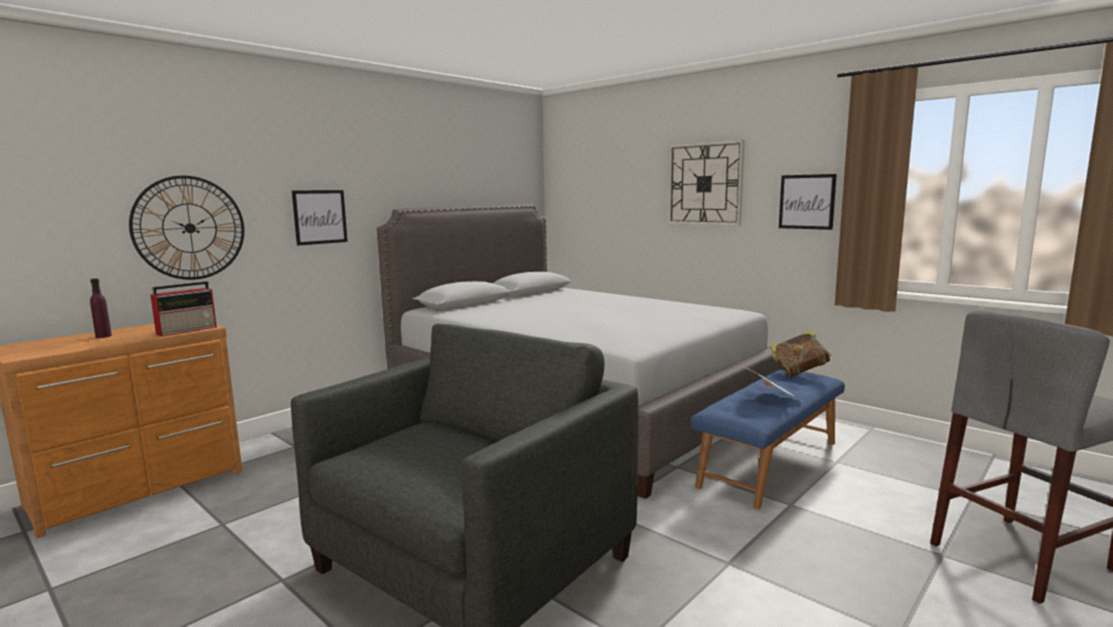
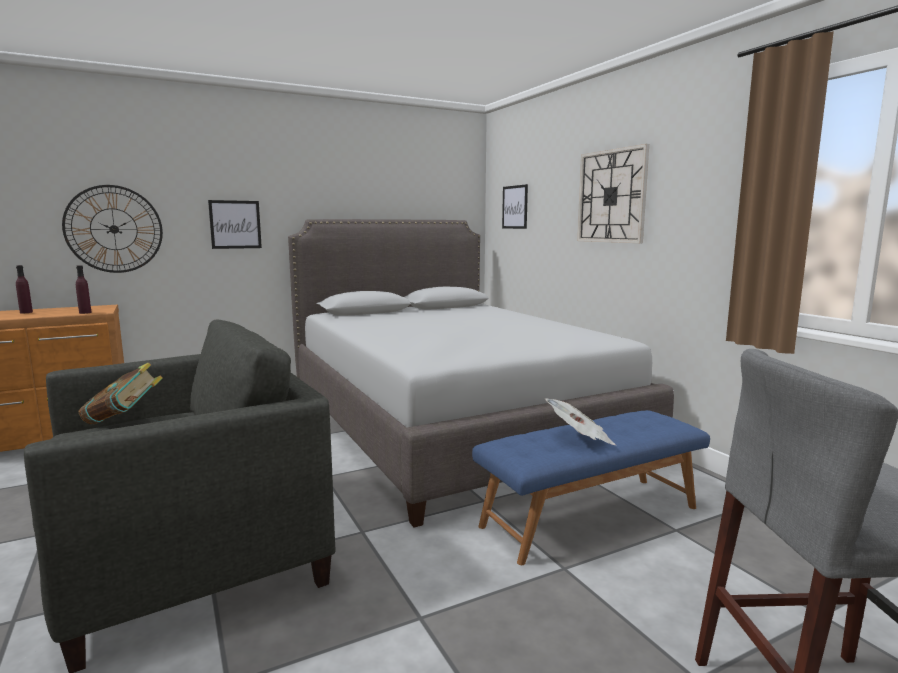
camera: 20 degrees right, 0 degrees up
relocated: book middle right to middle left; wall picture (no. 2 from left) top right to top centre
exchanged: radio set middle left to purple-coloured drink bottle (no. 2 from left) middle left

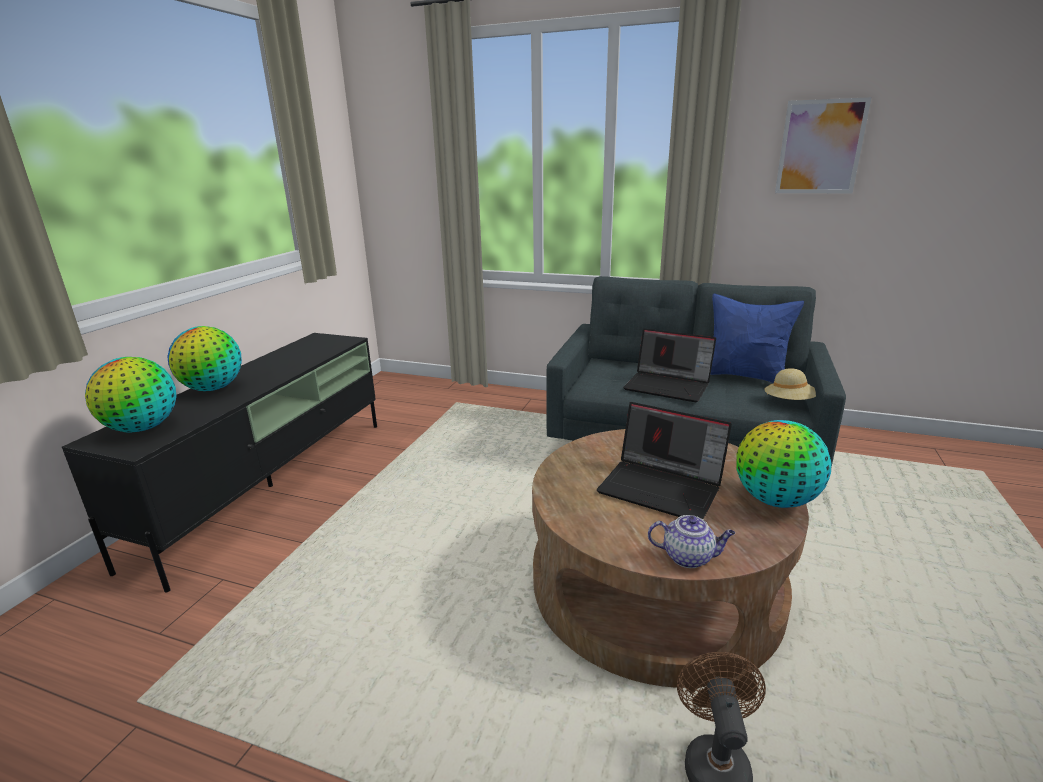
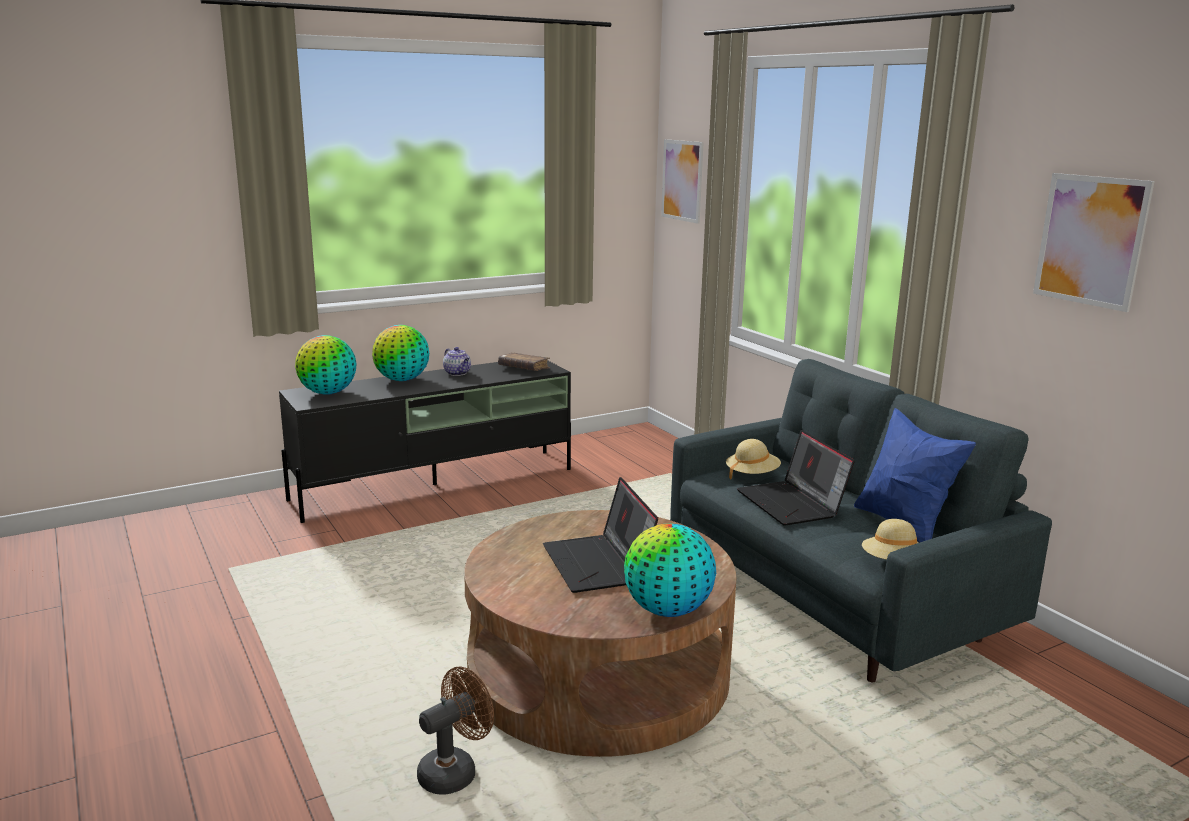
camera: 40 degrees right, 5 degrees down
appeared: brownish book centre; wall picture (no. 1 from left) top centre; beige hat (no. 1 from left) centre
relocated: teapot bottom centre to centre

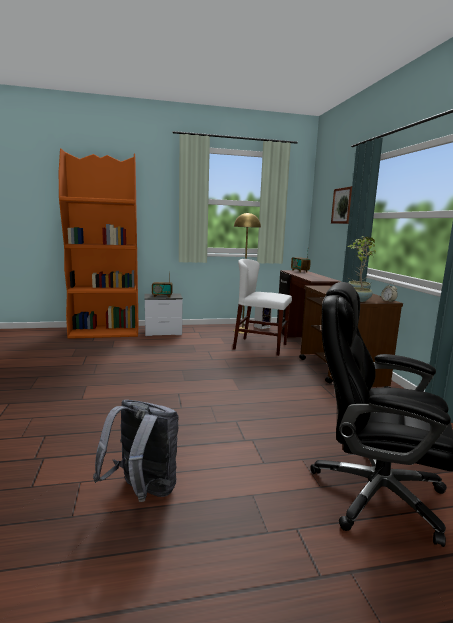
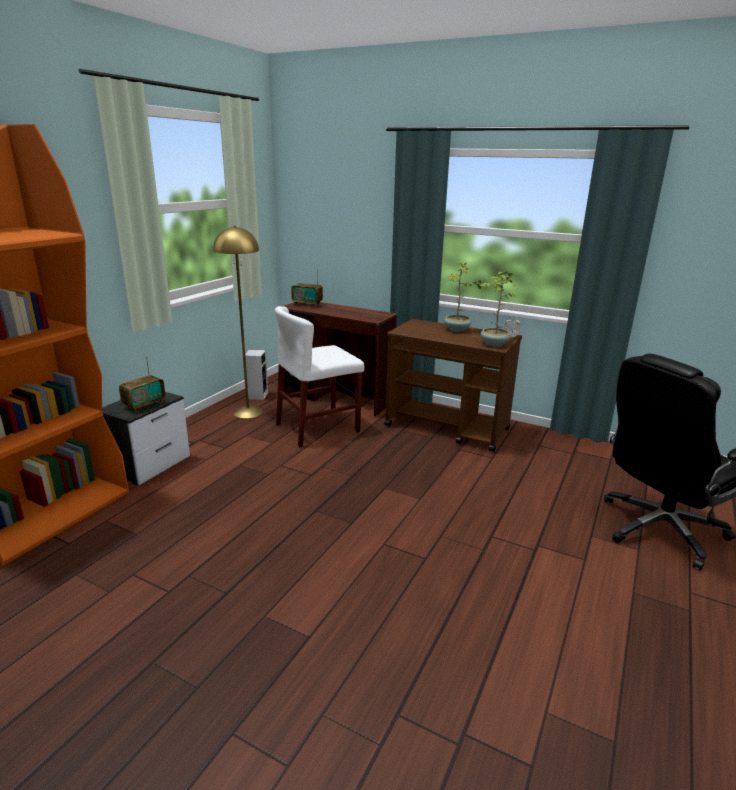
camera: 50 degrees left, 10 degrees up
missing: grey rucksack bottom left; wall picture top right

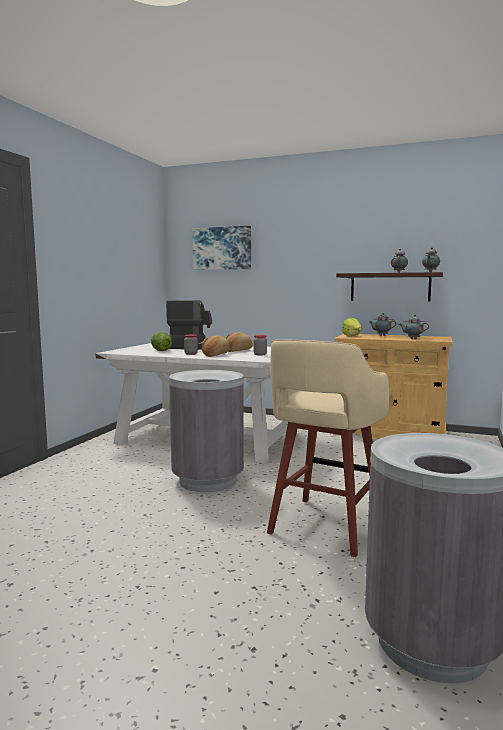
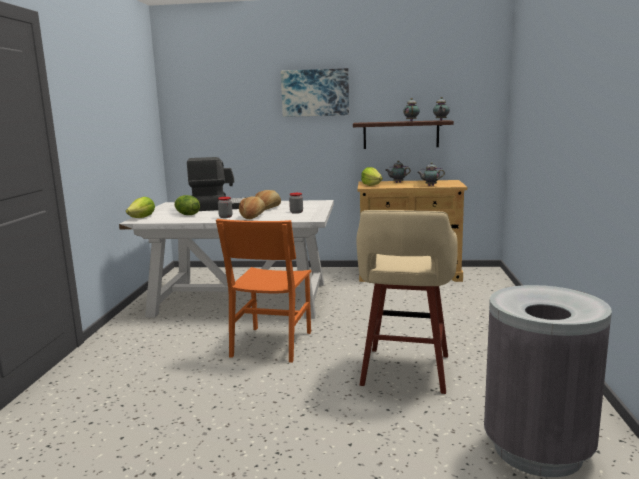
camera: 15 degrees left, 5 degrees up
appeared: lettuce (no. 1 from left) middle left
relocated: wall picture centre to top centre
exchanged: grey rubbish bin (no. 1 from left) centre to orange-coloured plain chair centre

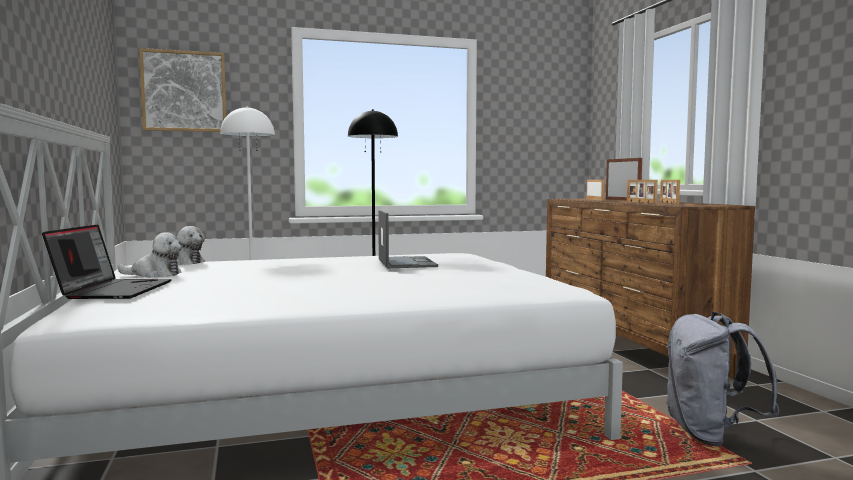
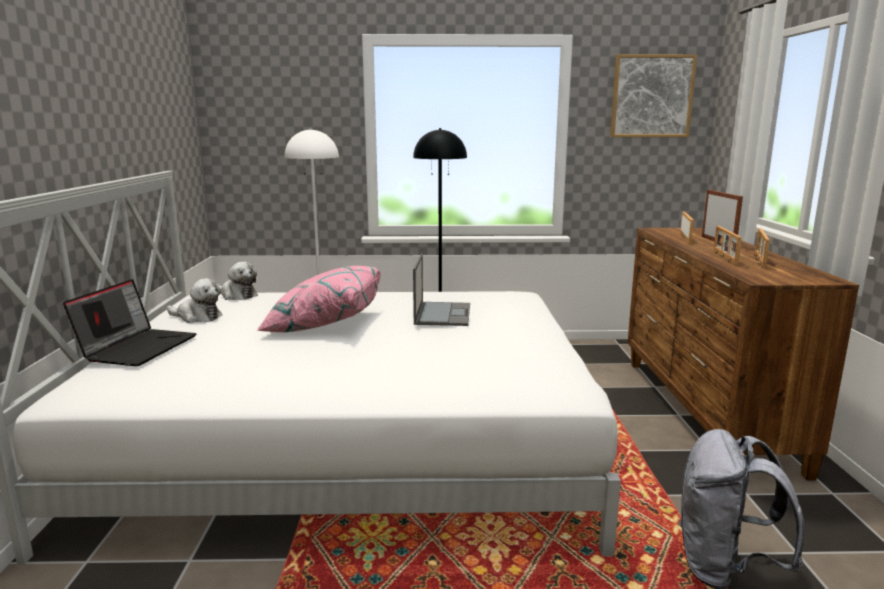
camera: 15 degrees right, 10 degrees up
appeared: pink cushion centre
relocated: wall picture top left to top right

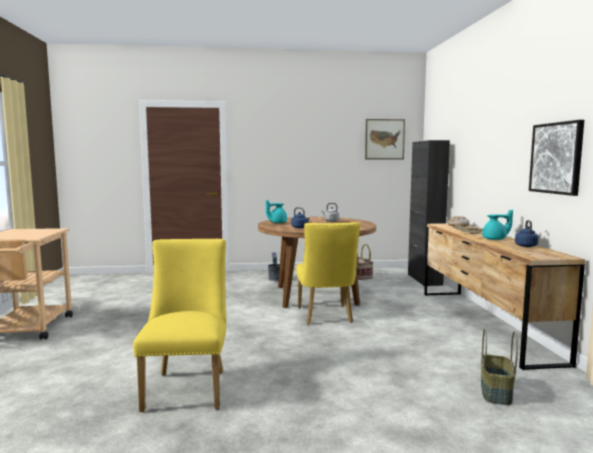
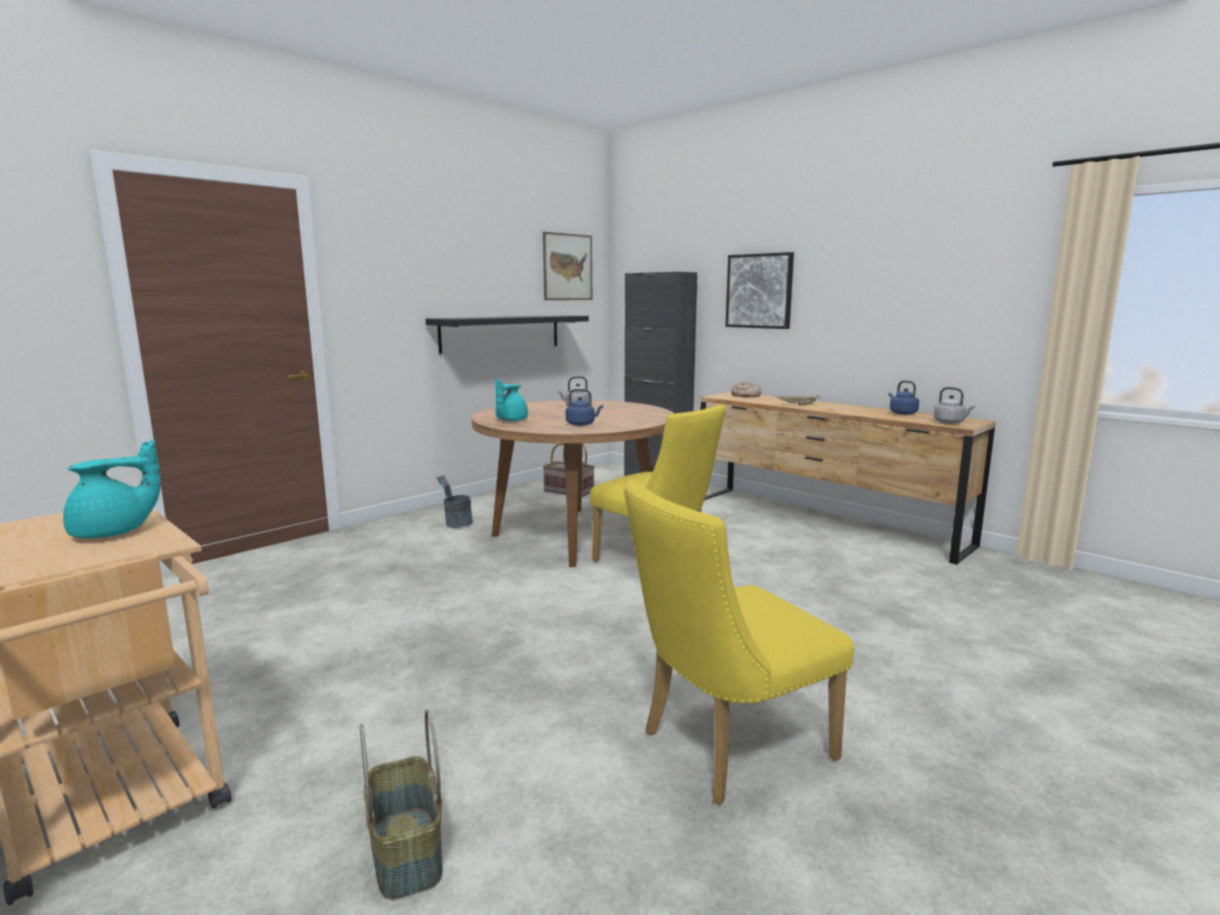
camera: 40 degrees left, 5 degrees up
appeared: blackish shelf centre; grey tea kettle (no. 2 from left) middle right
relocated: storage basket (no. 2 from left in the first image) bottom right to storage basket (no. 1 from left) bottom left; blue-green teapot (no. 2 from left in the first image) middle right to blue-green teapot (no. 1 from left) middle left; wall picture (no. 2 from left) middle right to top centre
spun: yellow-coloured plain chair (no. 1 from left in the first image) bottom left = bottom centre 75 degrees counterclockwise

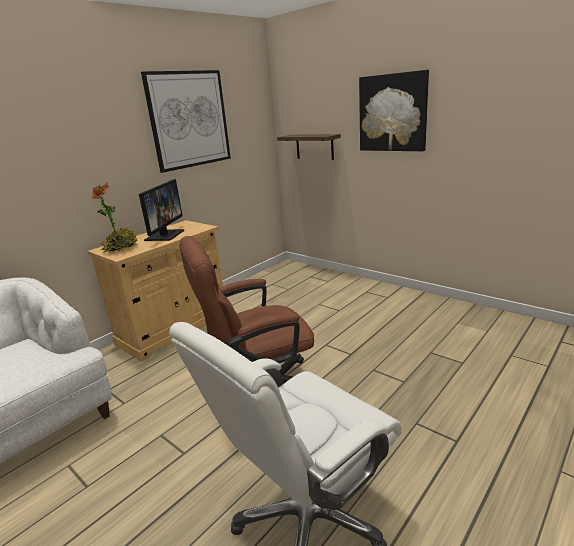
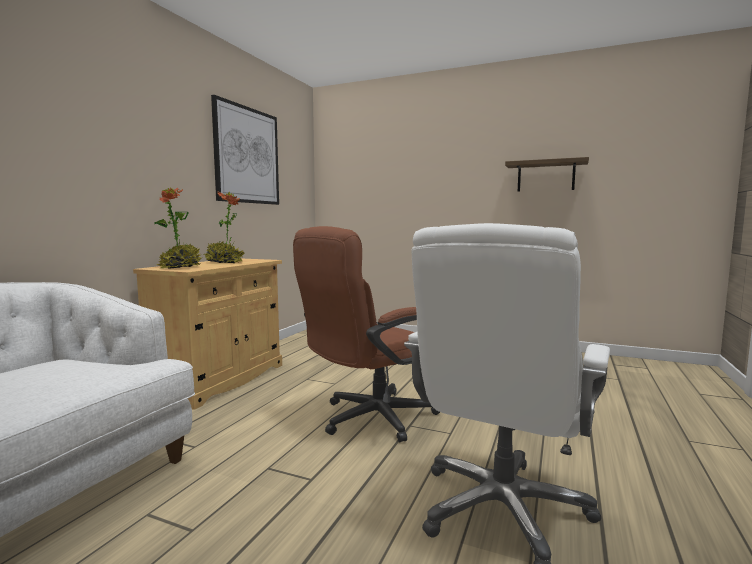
camera: 20 degrees left, 15 degrees down
missing: wall picture (no. 2 from left) top right
relocated: shelf top centre to top right
exchanged: computer display middle left to houseplant (no. 2 from left) middle left

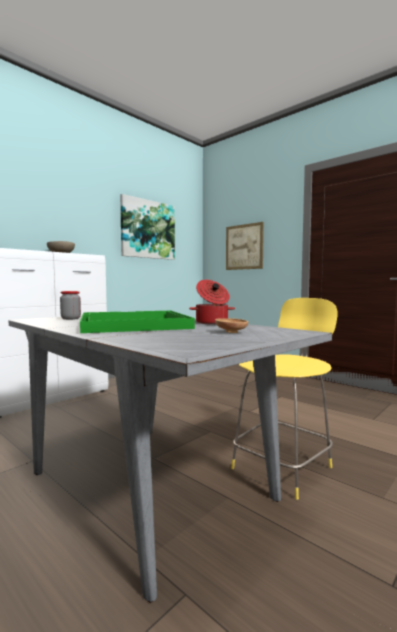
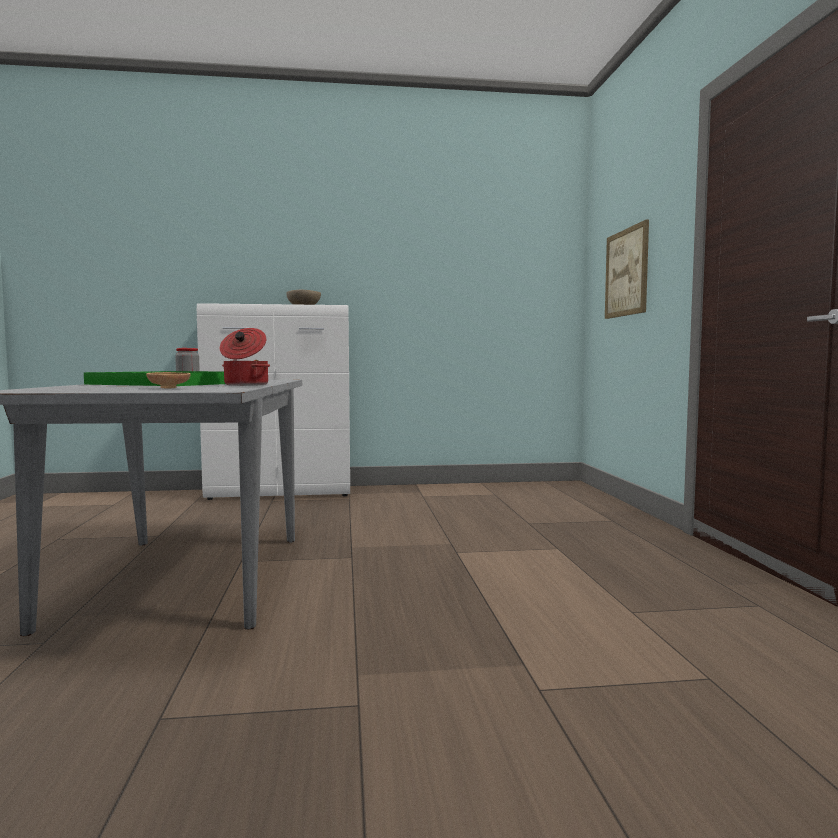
camera: 40 degrees right, 0 degrees up
missing: wall picture (no. 1 from left) centre; yellow-coloured stool seat middle right

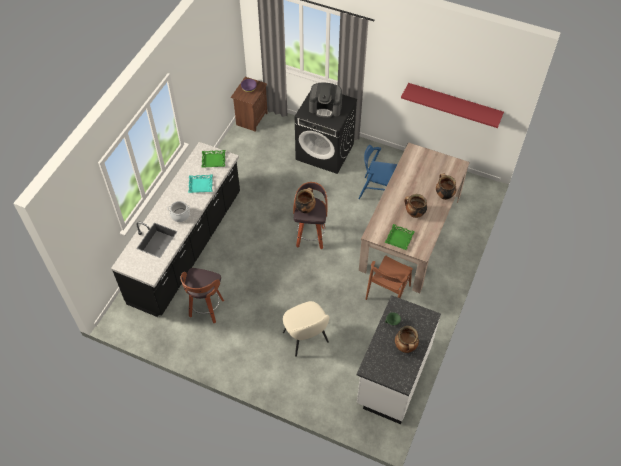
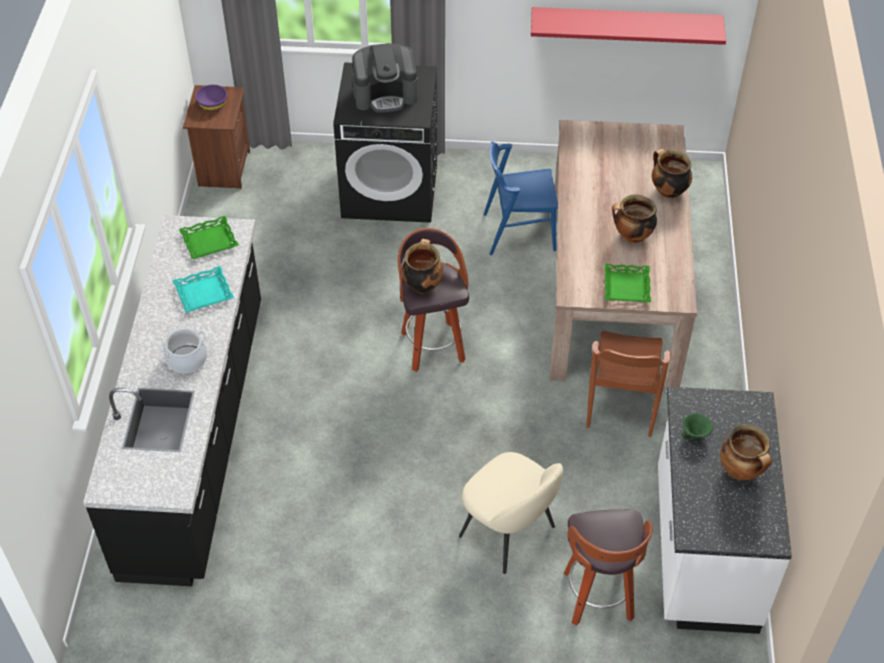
camera: 20 degrees left, 5 degrees down
relocated: stool seat (no. 1 from left in the first image) middle left to stool seat (no. 2 from left) bottom right

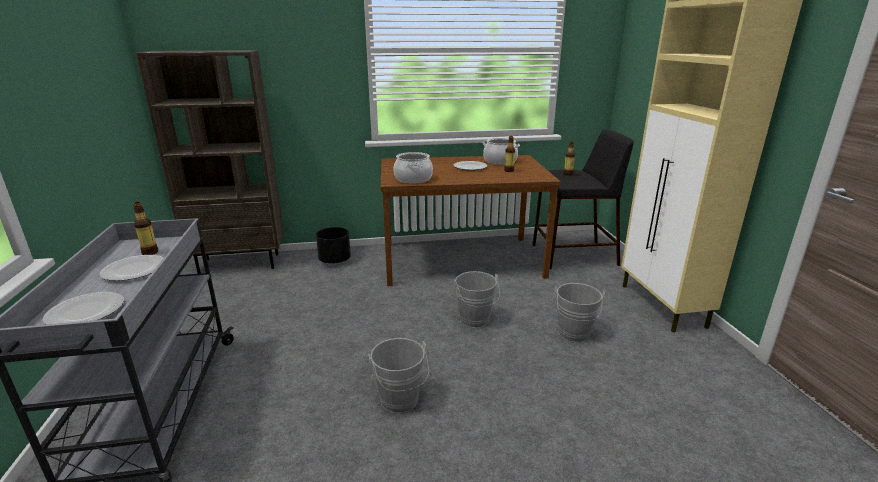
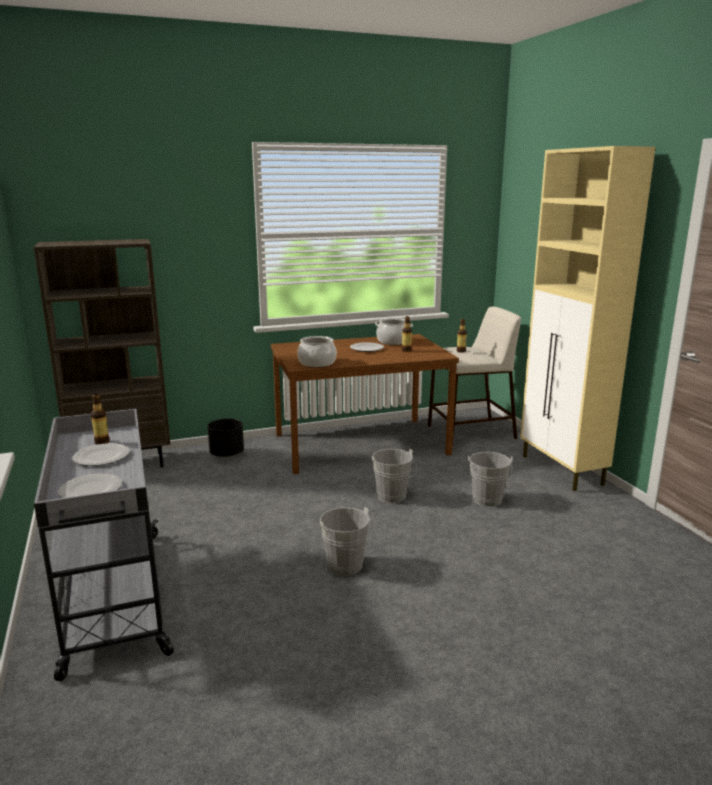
camera: 10 degrees left, 5 degrees down
colour: blackish stool seat centre to beige stool seat centre

